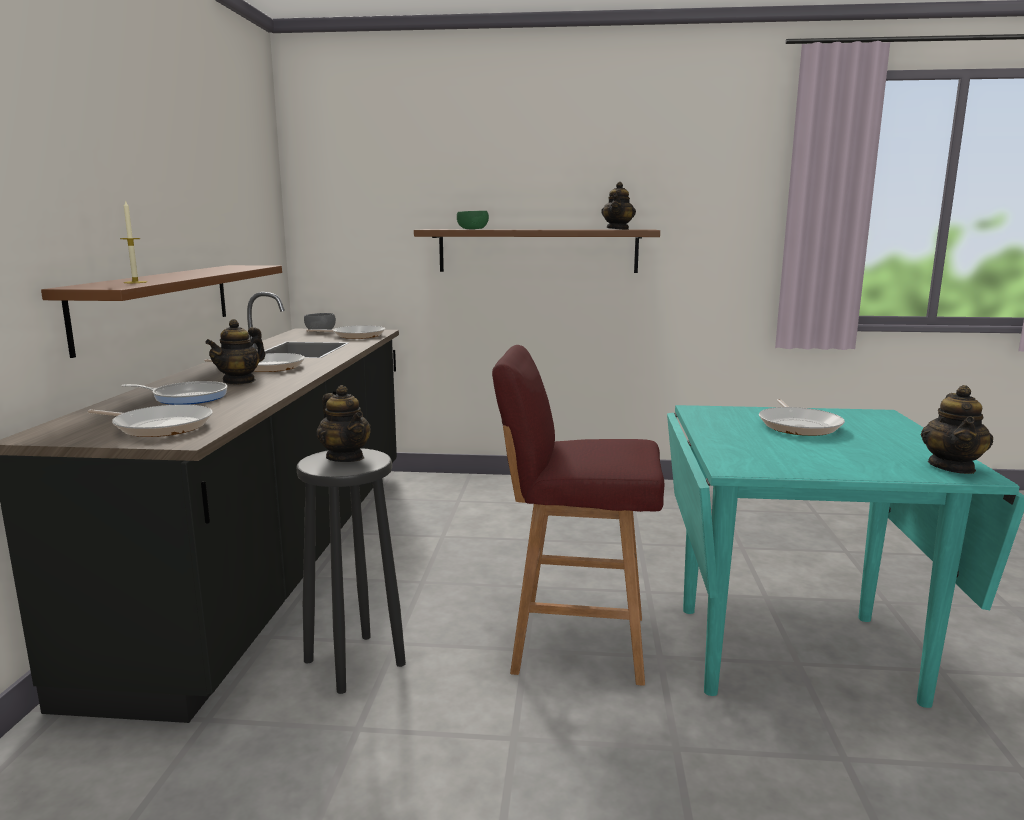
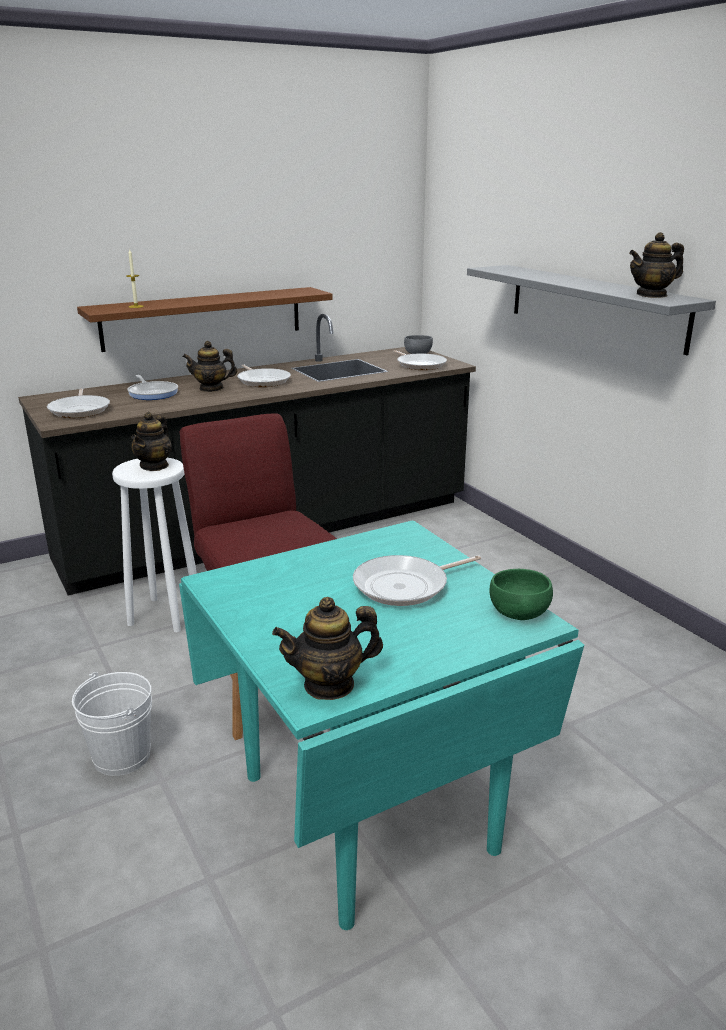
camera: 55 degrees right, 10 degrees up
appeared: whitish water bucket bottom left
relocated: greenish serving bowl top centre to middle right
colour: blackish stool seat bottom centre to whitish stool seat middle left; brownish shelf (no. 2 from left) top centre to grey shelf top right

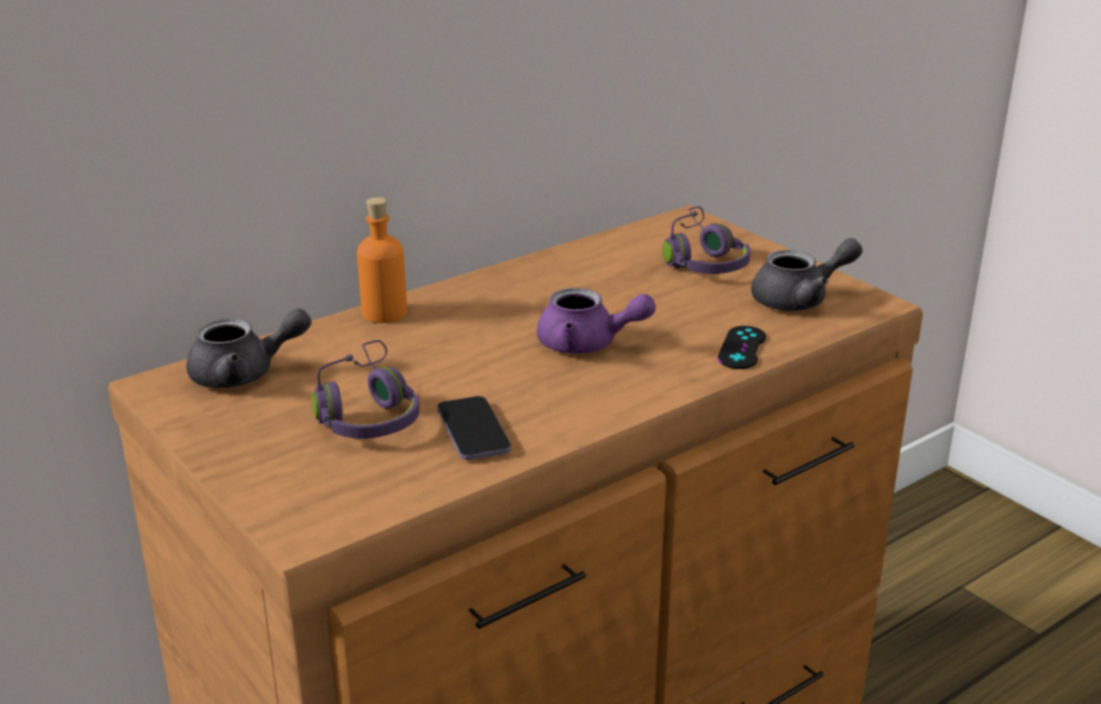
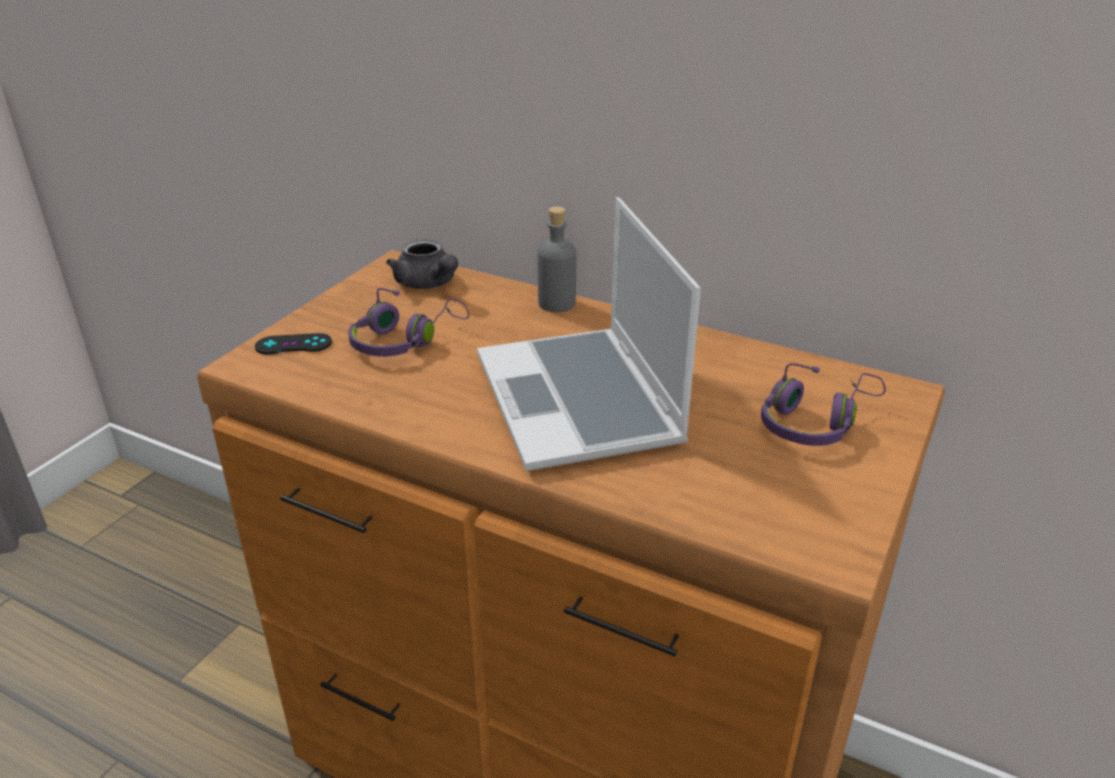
camera: 65 degrees right, 5 degrees up
missing: handset centre; grey teapot (no. 2 from left) middle right
relocated: blackish gamepad middle right to middle left
exchanged: purple-coloured teapot centre to laptop centre
colour: orange-coloured drink bottle centre to grey drink bottle top centre

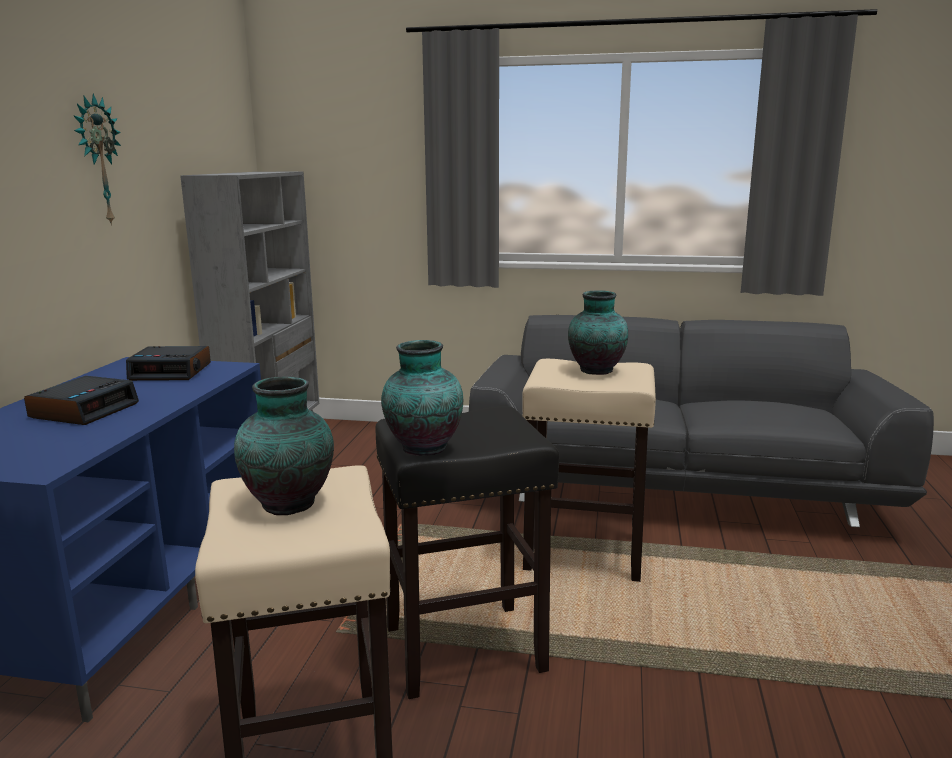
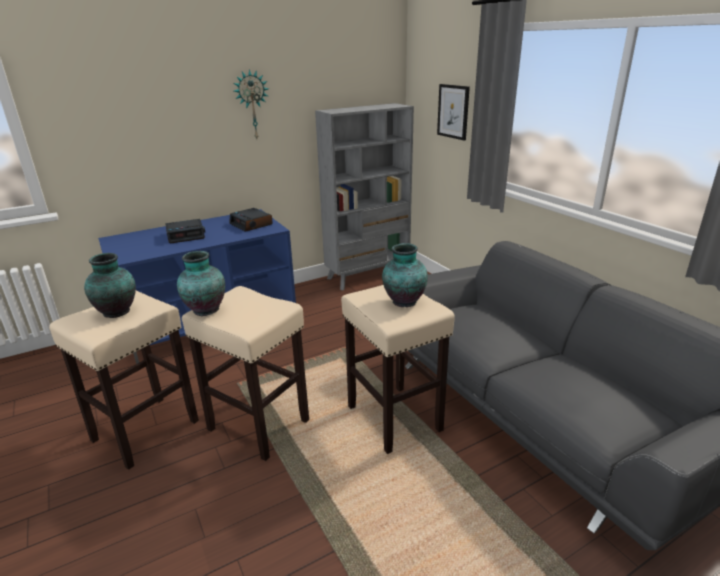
camera: 50 degrees right, 10 degrees up
appeared: wall picture top centre
colour: blackish stool seat bottom centre to beige stool seat (no. 2 from left) centre

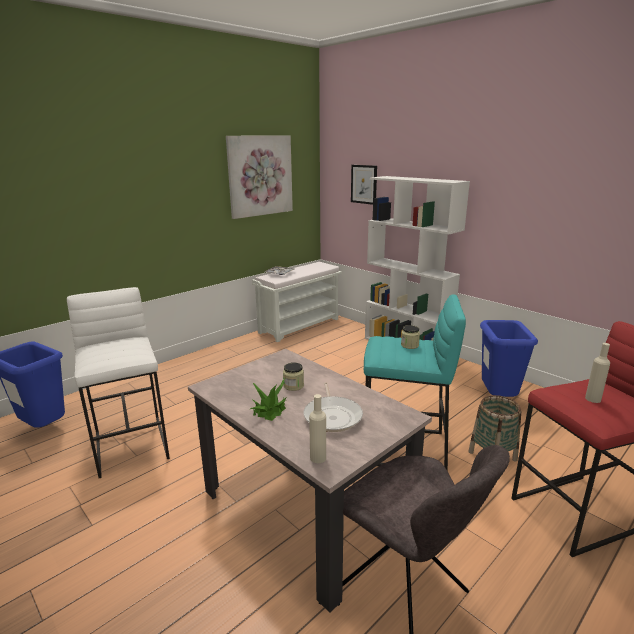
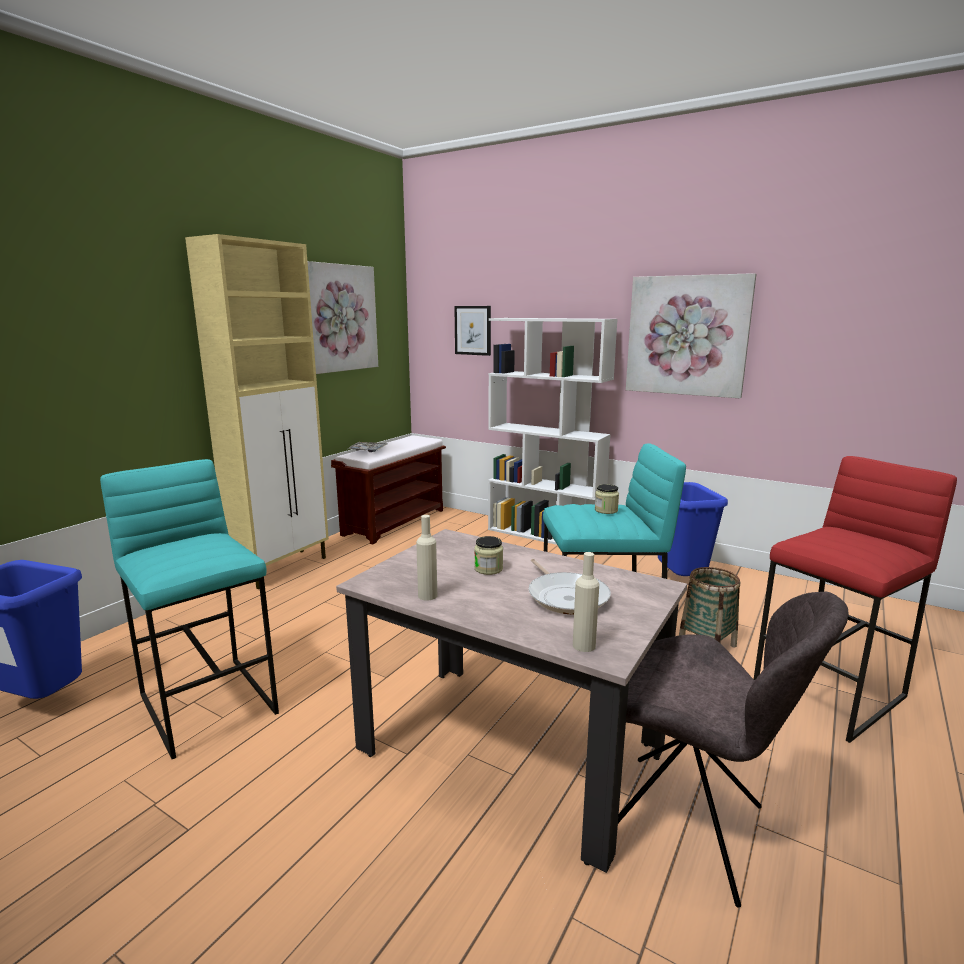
camera: 15 degrees left, 5 degrees down
missing: houseplant centre
appeared: beige cupboard middle left; wall picture (no. 3 from left) middle right
relocated: beige drink bottle (no. 2 from left in the first image) middle right to beige drink bottle (no. 1 from left) centre
colour: whitish stool seat middle left to blue-green stool seat (no. 1 from left) middle left; whitish bench centre to brownish bench centre

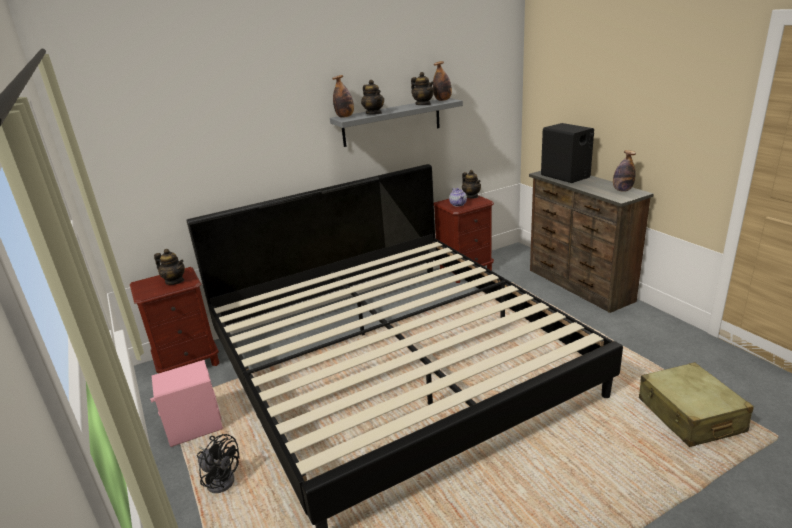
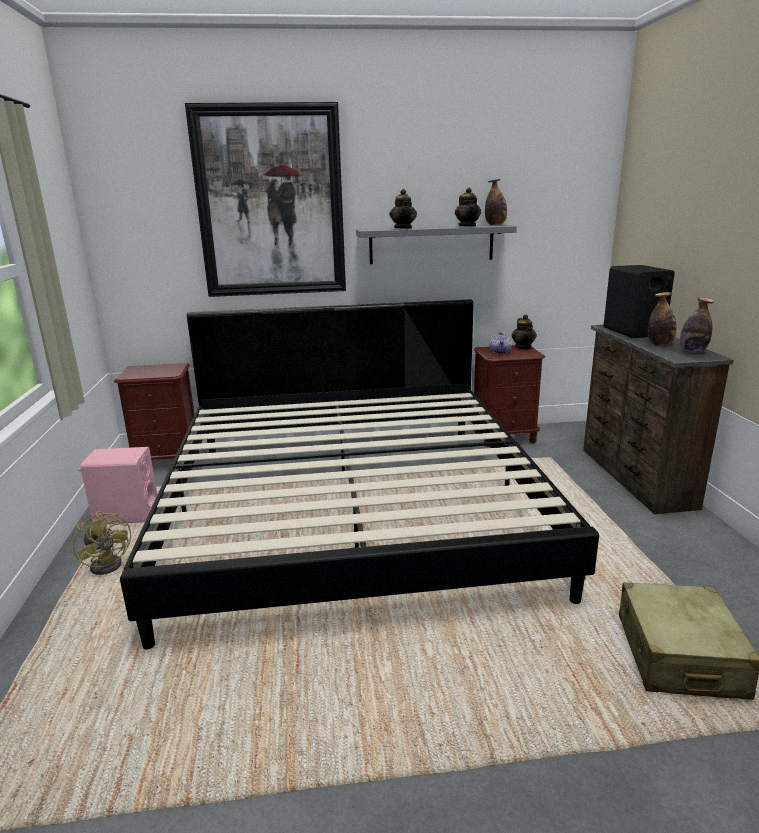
camera: 20 degrees right, 5 degrees down
missing: teapot (no. 1 from left) middle left
appeared: wall picture top centre
relocated: drink bottle (no. 1 from left in the first image) top centre to drink bottle (no. 2 from left) middle right
colour: blackish fan bottom left to yellow-coloured fan middle left

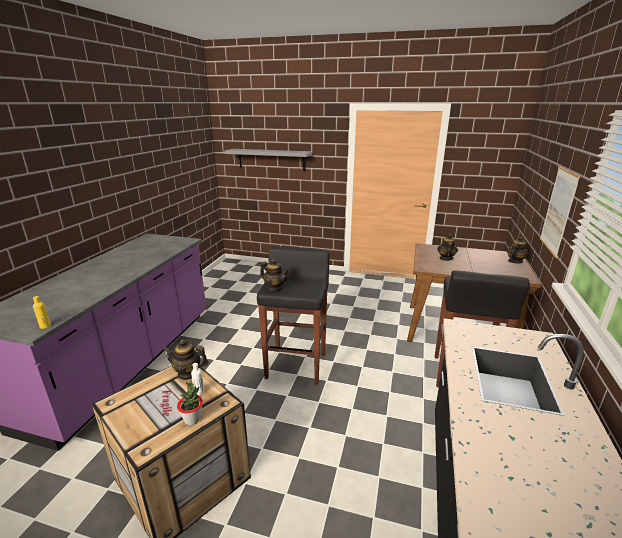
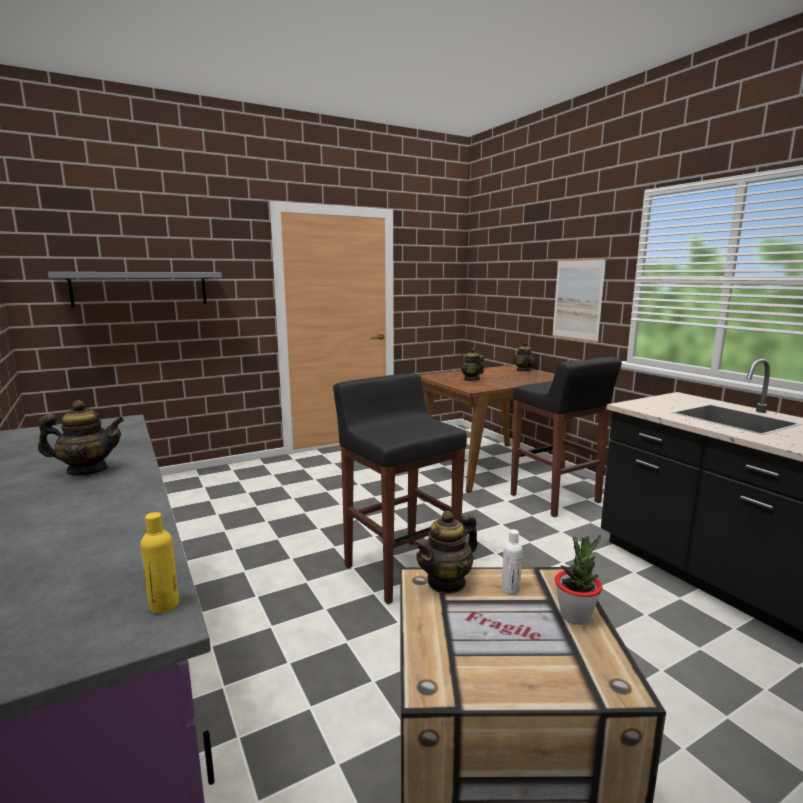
camera: 45 degrees left, 10 degrees down
relocated: teapot (no. 2 from left in the first image) centre to teapot (no. 1 from left) middle left

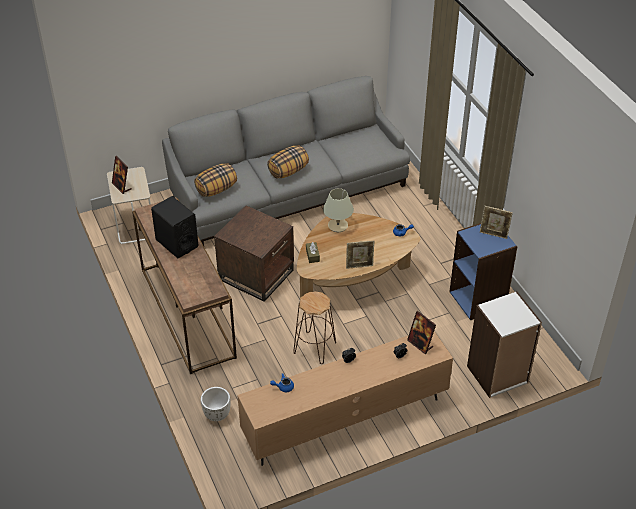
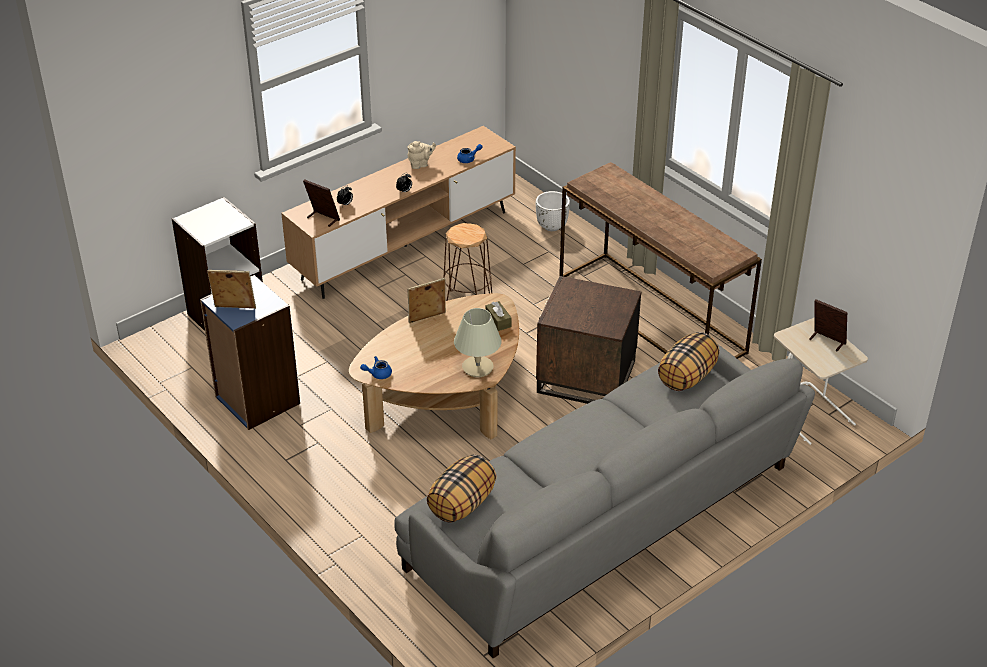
camera: 165 degrees right, 5 degrees down
missing: blackish audio speaker middle left
appeared: beige teapot top centre
relocated: cushion (no. 2 from left in the first image) top centre to cushion (no. 1 from left) bottom centre

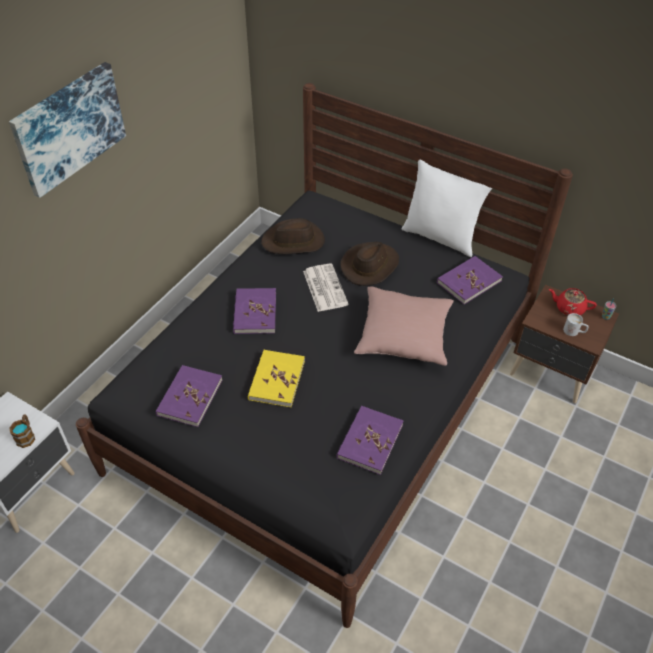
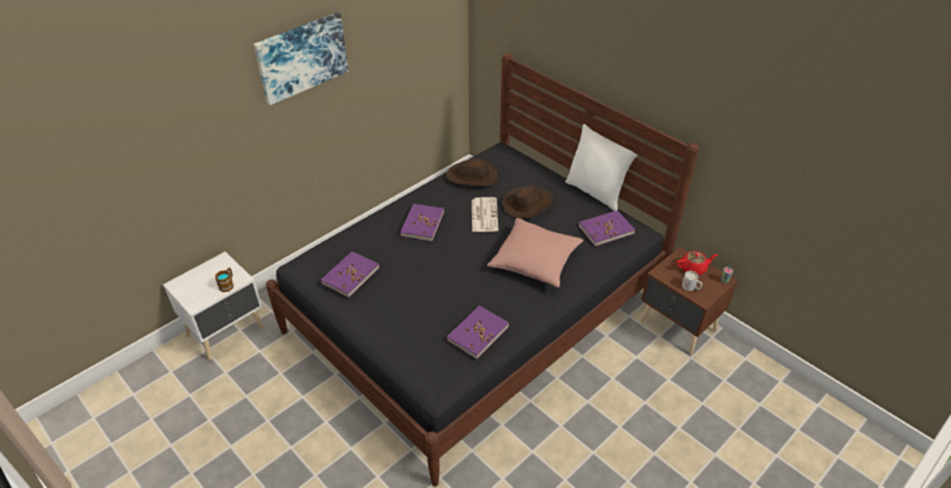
camera: 15 degrees right, 5 degrees down
missing: yellow-coloured book centre
spun: red teapot middle right = middle right 135 degrees clockwise

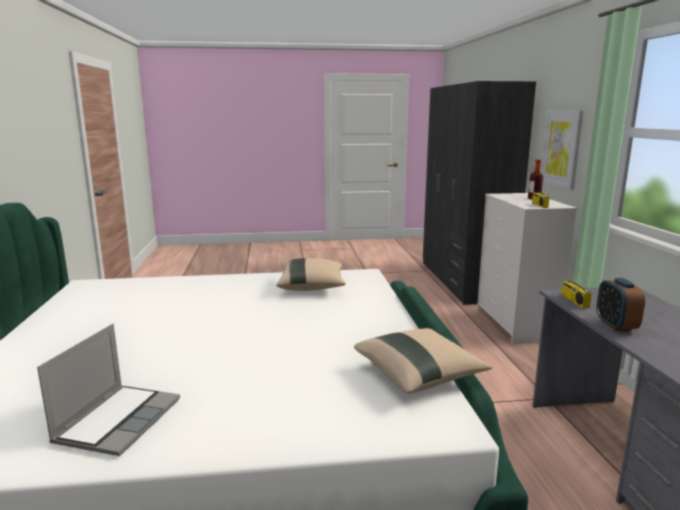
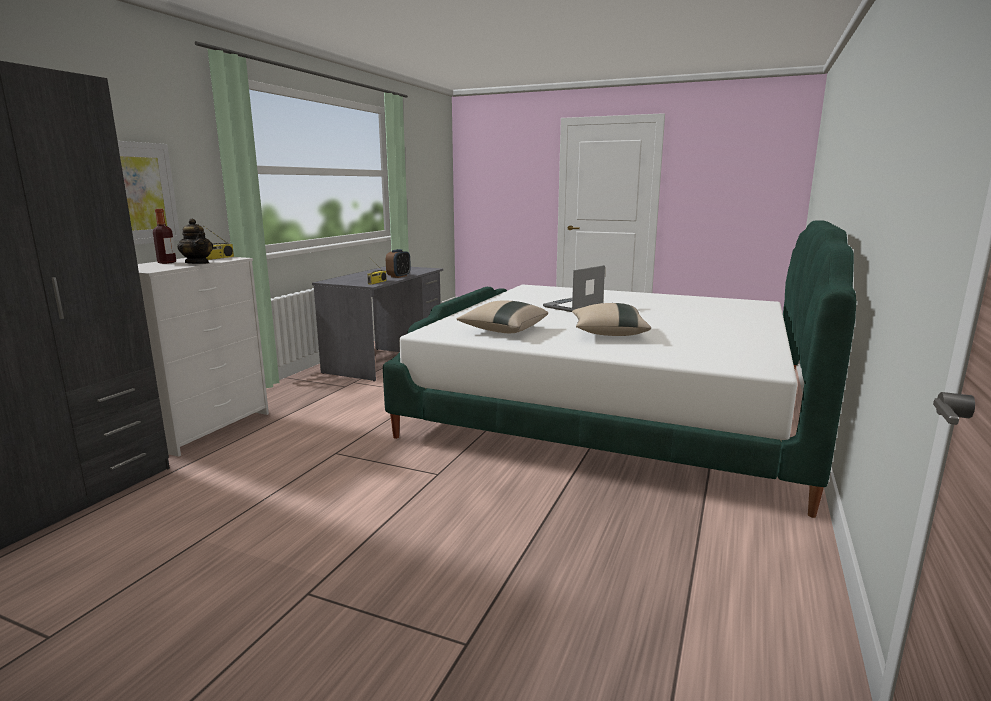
camera: 150 degrees left, 0 degrees up
appeared: teapot middle left
relocated: laptop bottom left to centre; beige cushion (no. 2 from left) bottom centre to centre

